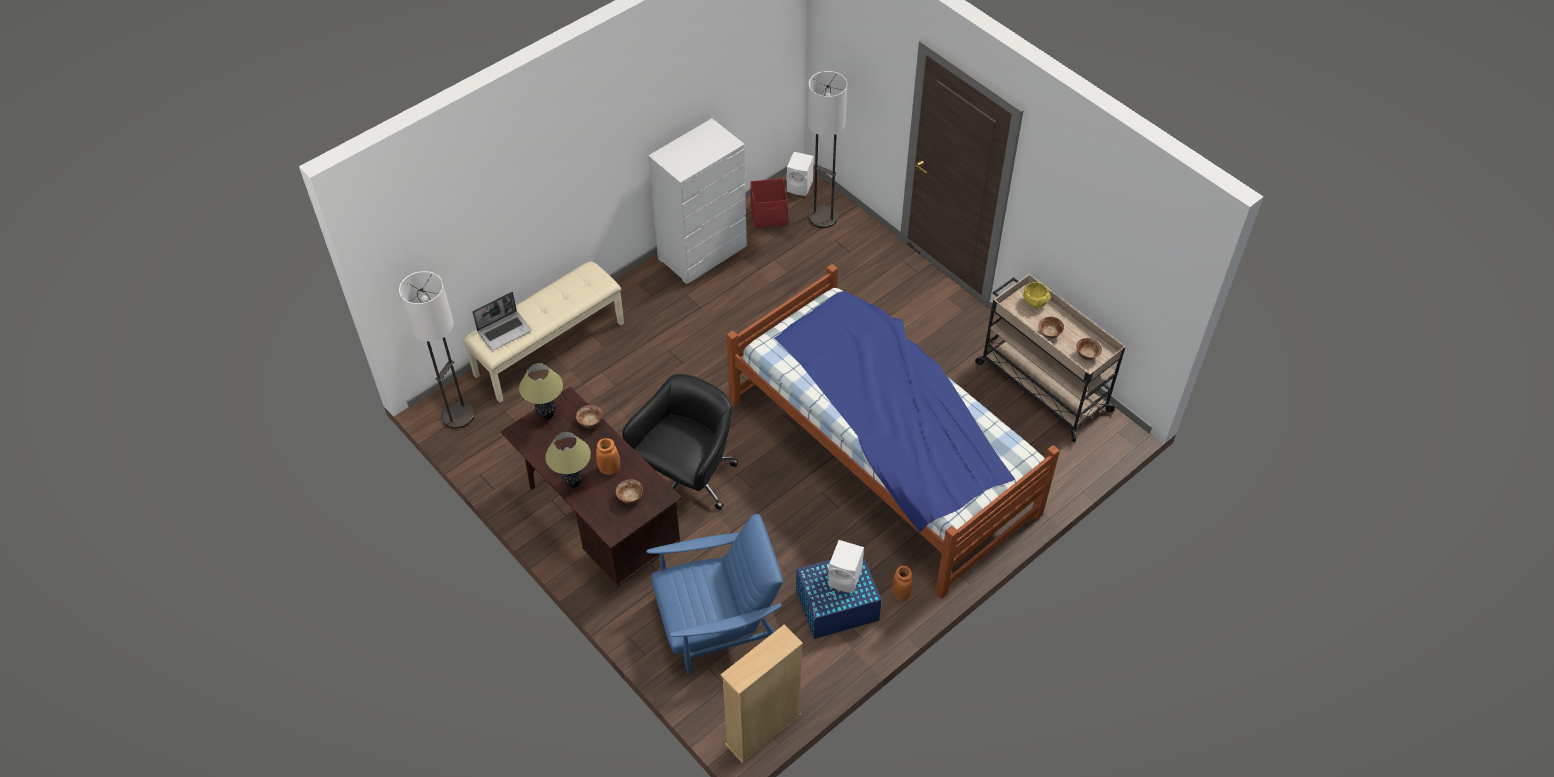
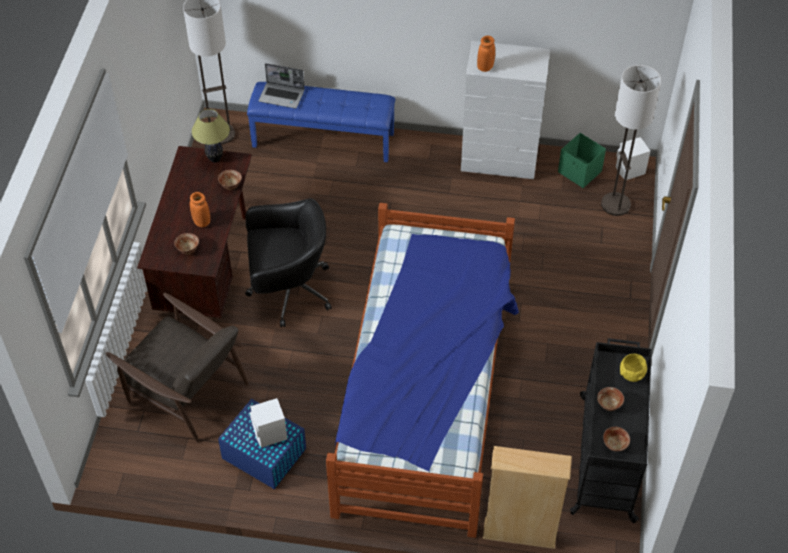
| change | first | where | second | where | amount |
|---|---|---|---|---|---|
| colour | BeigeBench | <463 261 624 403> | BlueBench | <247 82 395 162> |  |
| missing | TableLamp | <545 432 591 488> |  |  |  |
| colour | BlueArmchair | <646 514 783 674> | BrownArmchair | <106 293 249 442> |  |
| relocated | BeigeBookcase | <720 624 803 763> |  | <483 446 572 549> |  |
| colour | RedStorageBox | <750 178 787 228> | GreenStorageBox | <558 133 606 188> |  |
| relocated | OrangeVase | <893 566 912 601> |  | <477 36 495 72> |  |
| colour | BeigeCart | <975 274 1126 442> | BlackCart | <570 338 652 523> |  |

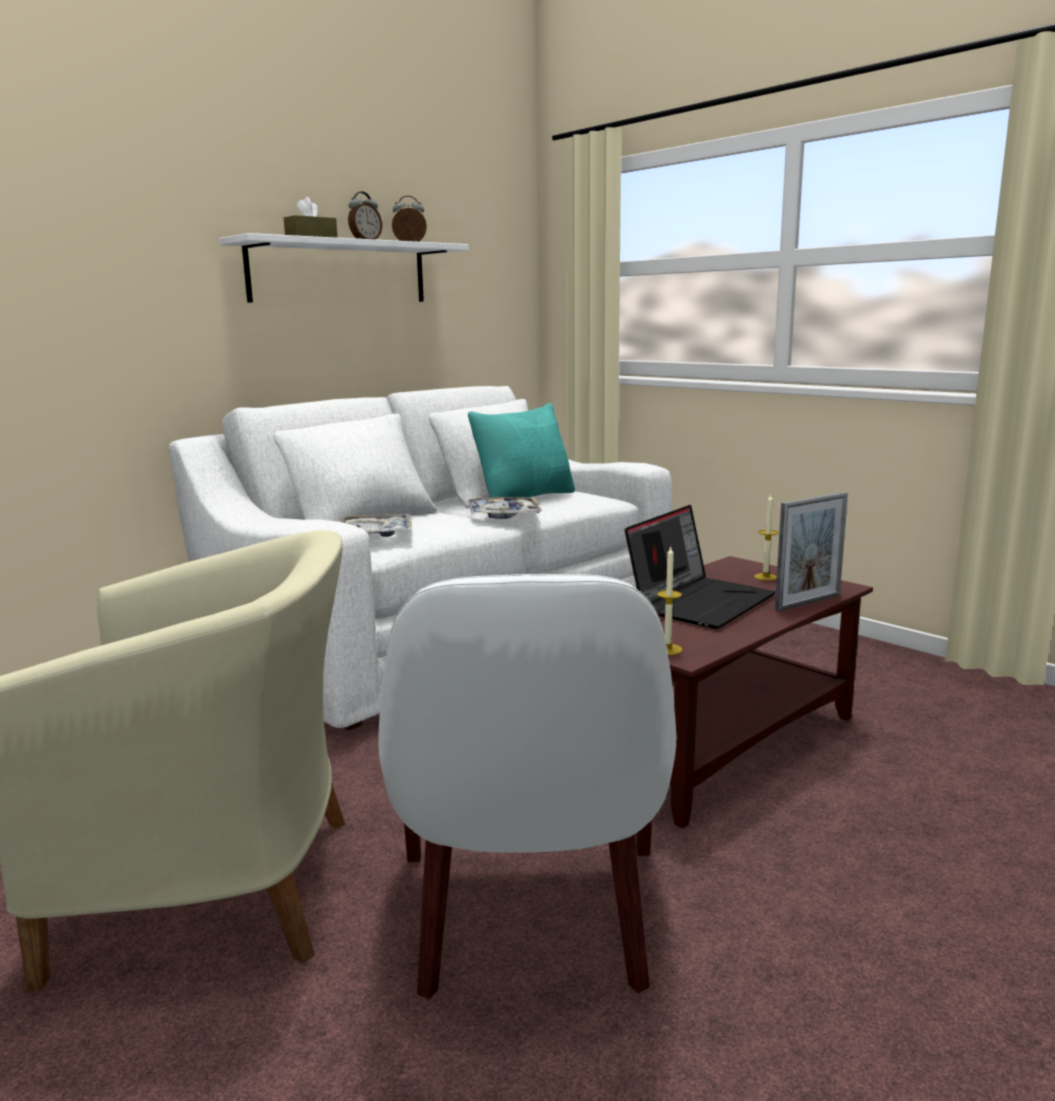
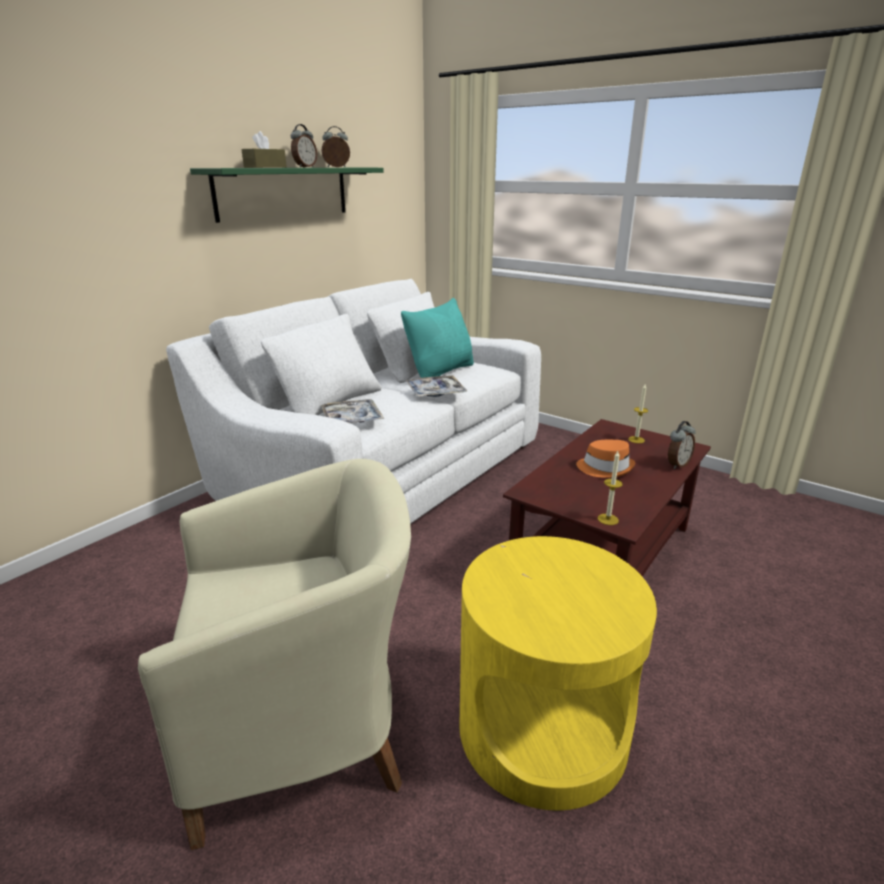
| change | first | where | second | where | amount |
|---|---|---|---|---|---|
| colour | WhiteShelf | <219 233 469 303> | GreenShelf | <190 168 384 223> |  |
| exchanged | WhiteArmchair | <378 574 676 999> | YellowSideTable | <459 536 657 811> |  |
| exchanged | Laptop | <625 505 776 629> | OrangeHat | <576 440 635 478> |  |
| exchanged | PictureFrame | <775 492 848 612> | AlarmClock | <668 421 696 469> |  |

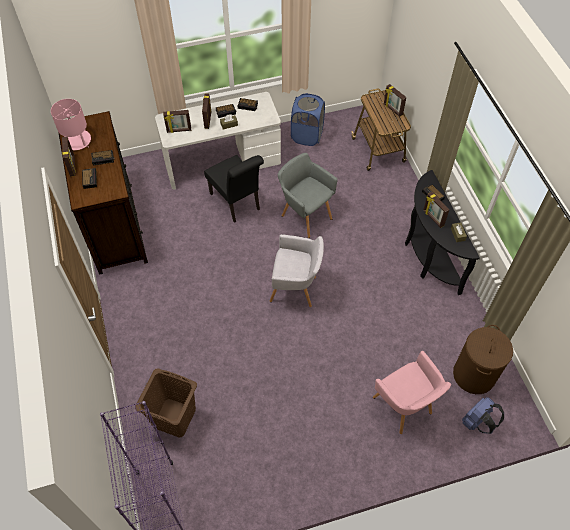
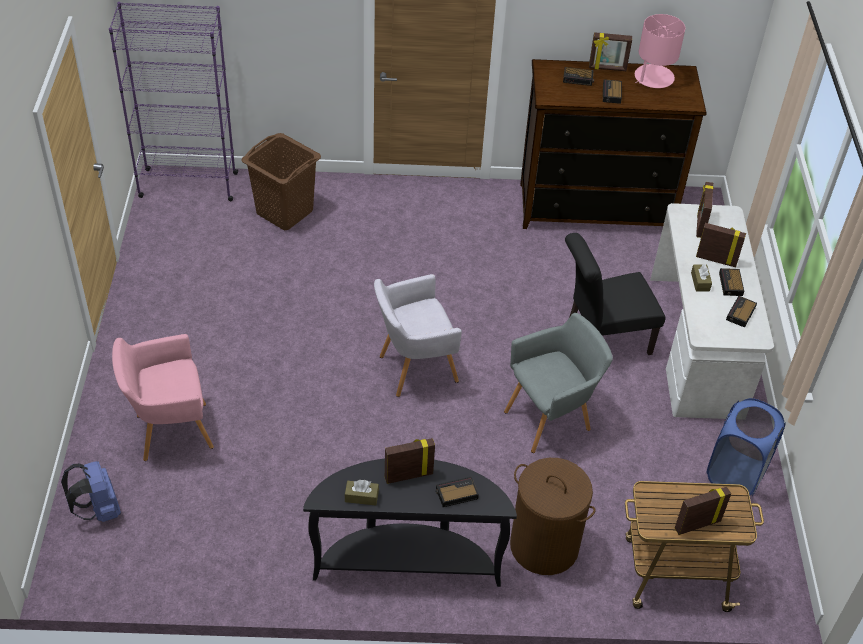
| change | first | where | second | where | amount |
|---|---|---|---|---|---|
| spun | GreyArmchair | <270 234 324 307> |  | <374 274 462 397> | 45 degrees clockwise |
| relocated | BrownLaundryBasket | <453 325 513 394> |  | <510 458 595 575> |  |

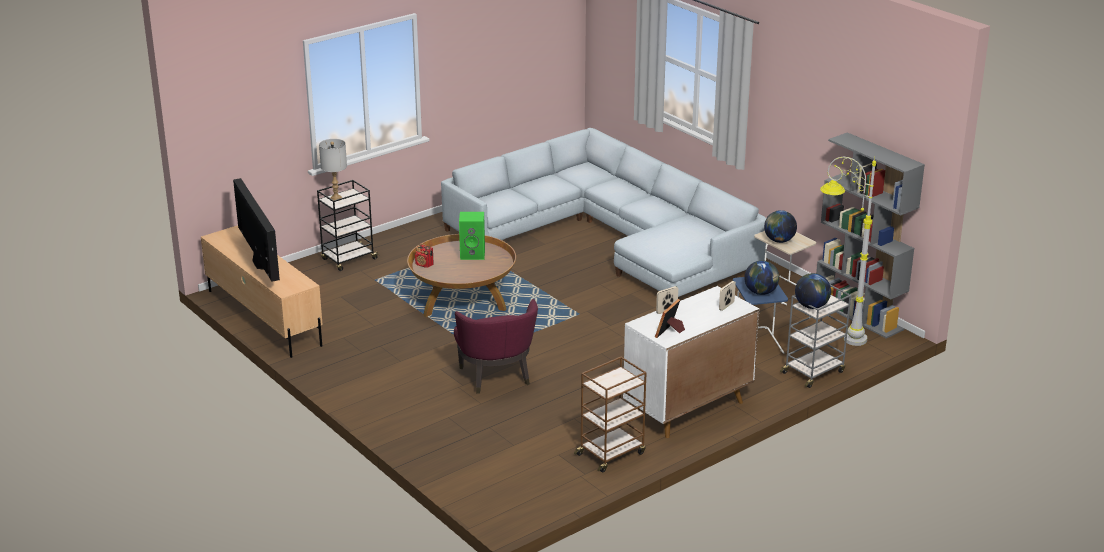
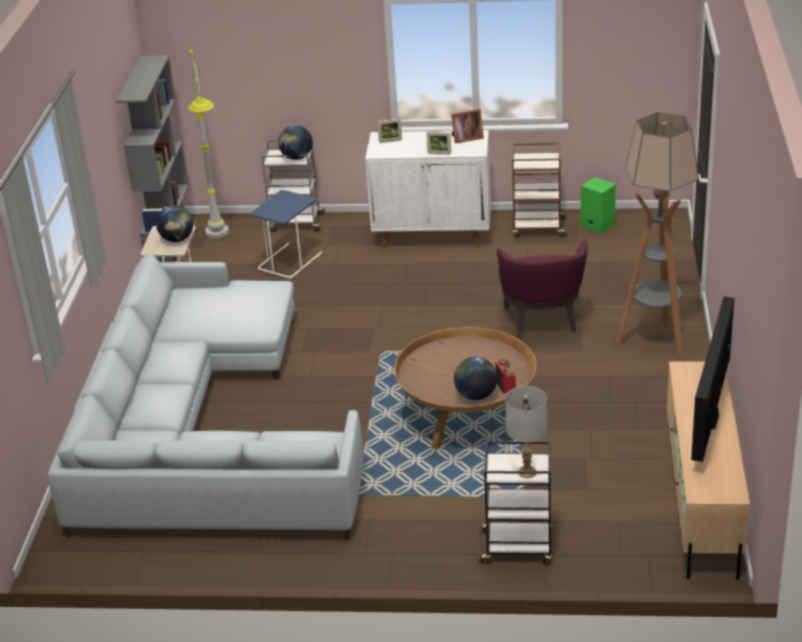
| change | first | where | second | where | amount |
|---|---|---|---|---|---|
| spun | PurpleArmchair | <454 299 538 394> |  | <497 240 588 338> | 150 degrees clockwise |
| relocated | GreenSpeaker | <459 212 485 260> |  | <581 177 616 234> |  |
| relocated | Globe | <744 260 779 295> |  | <454 357 497 400> |  |
| appeared |  |  | FloorLamp | <617 112 699 357> |  |

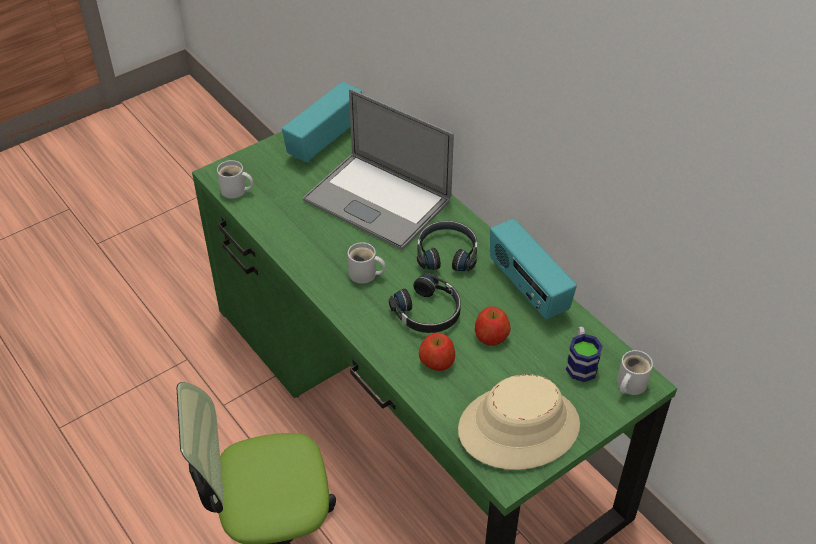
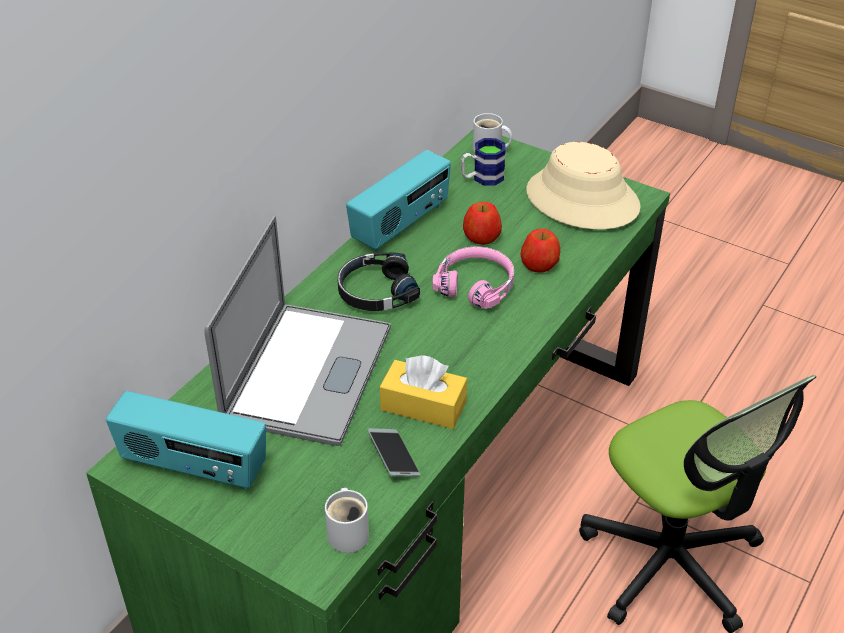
| change | first | where | second | where | amount |
|---|---|---|---|---|---|
| missing | WhiteMug | <348 242 386 284> |  |  |  |
| colour | BlackHeadphones | <389 273 461 333> | PinkHeadphones | <433 247 514 309> |  |
| appeared |  |  | Phone | <368 428 420 477> |  |
| appeared |  |  | YellowTissueBox | <380 355 467 429> |  |

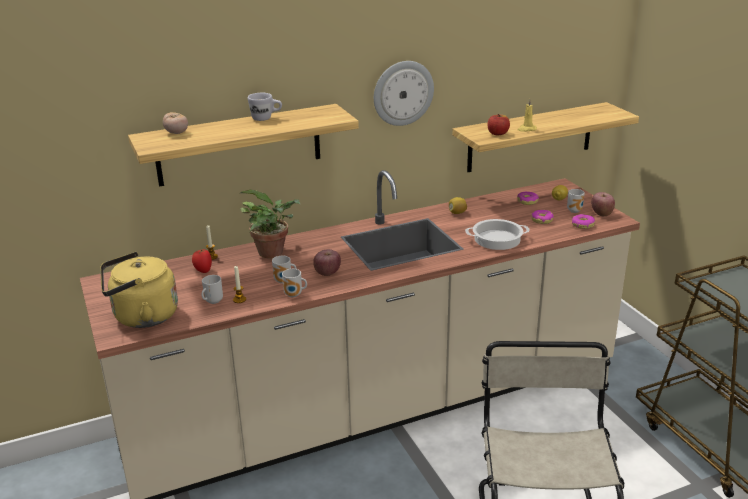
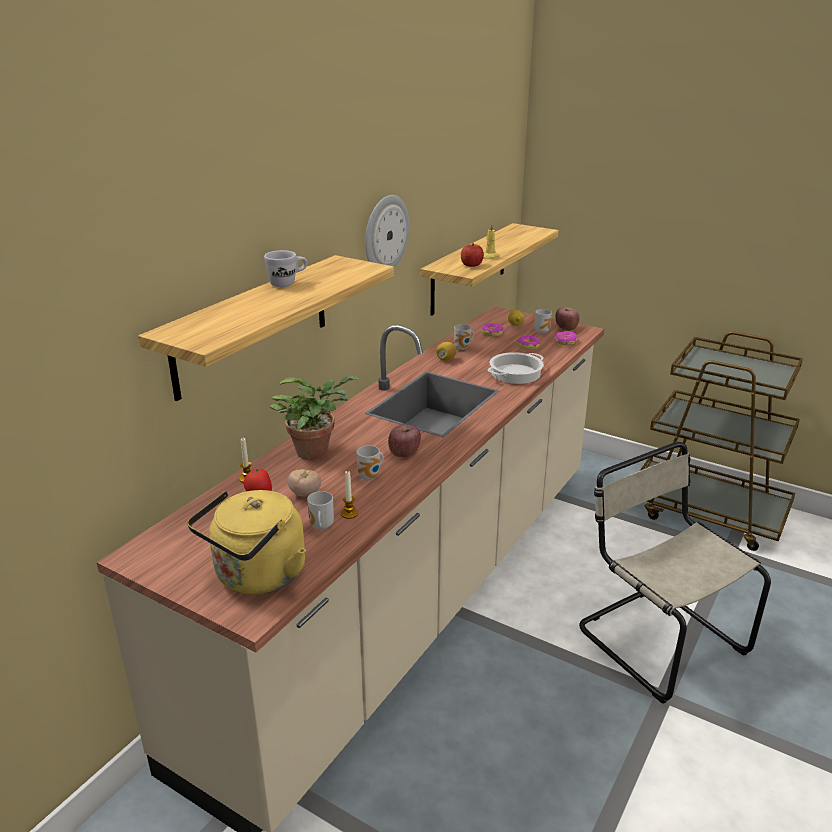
| change | first | where | second | where | amount |
|---|---|---|---|---|---|
| relocated | Tomato | <163 112 188 134> |  | <287 469 321 497> |  |
| relocated | Mug | <282 269 307 297> |  | <454 324 474 350> |  |

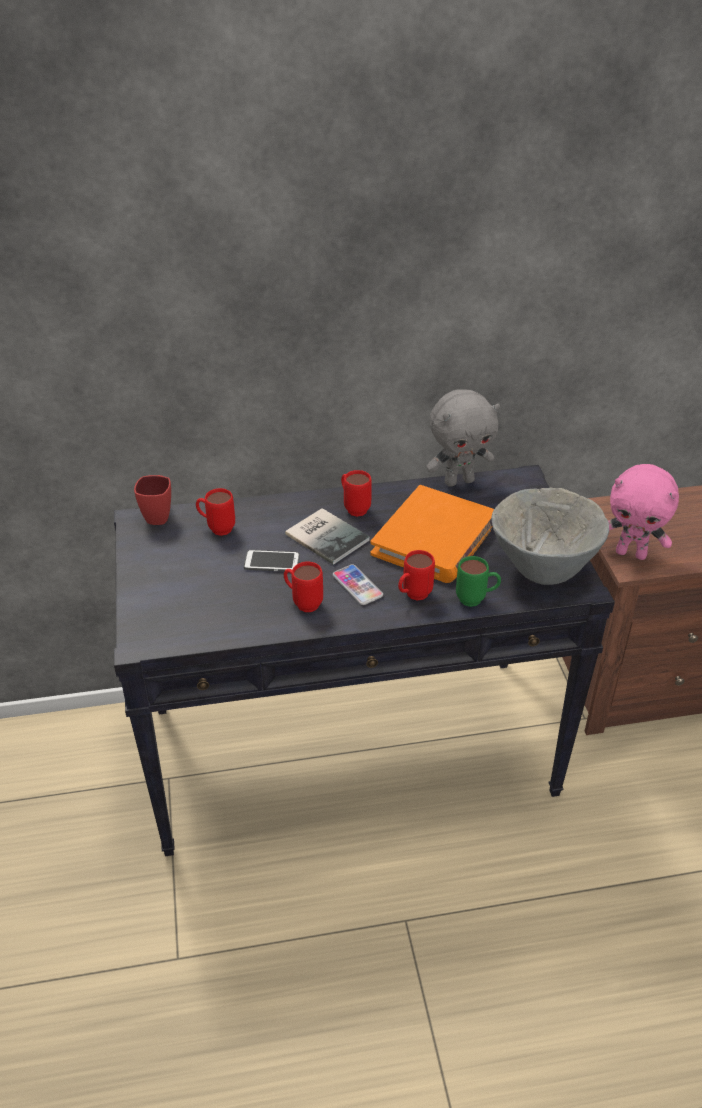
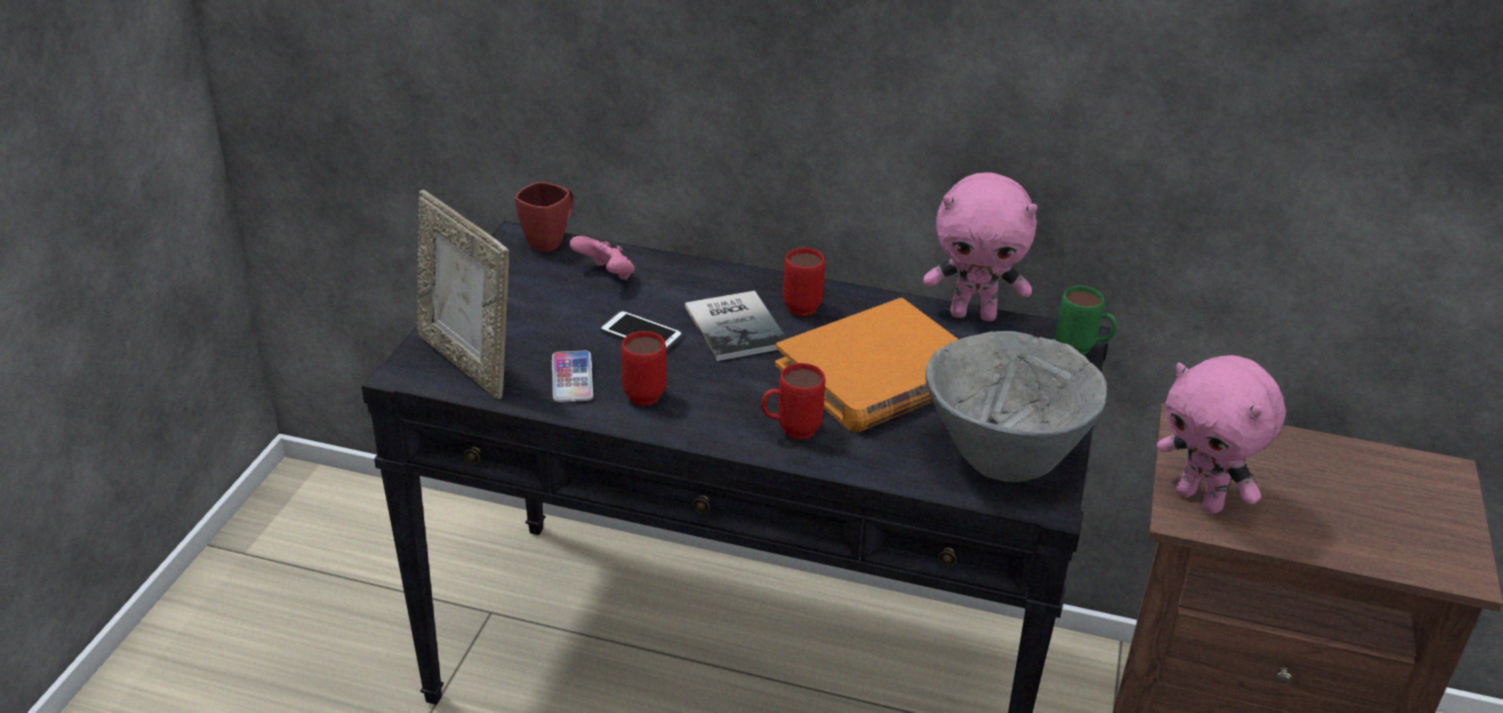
| change | first | where | second | where | amount |
|---|---|---|---|---|---|
| exchanged | RedMug | <196 488 235 536> | PinkGameController | <570 236 635 280> |  |
| relocated | Phone | <333 564 383 605> |  | <552 351 593 402> |  |
| colour | GreyPlushToy | <426 389 500 487> | PinkPlushToy | <923 172 1038 321> |  |
| relocated | GreenMug | <456 556 501 607> |  | <1055 286 1117 355> |  |
| appeared |  |  | PictureFrame | <417 190 510 399> |  |

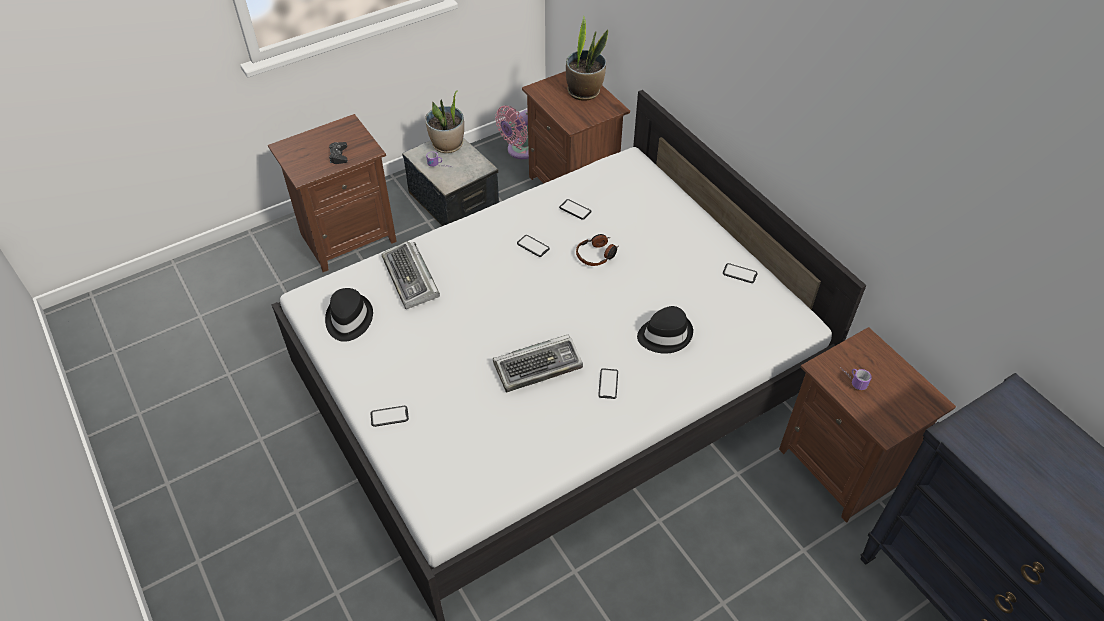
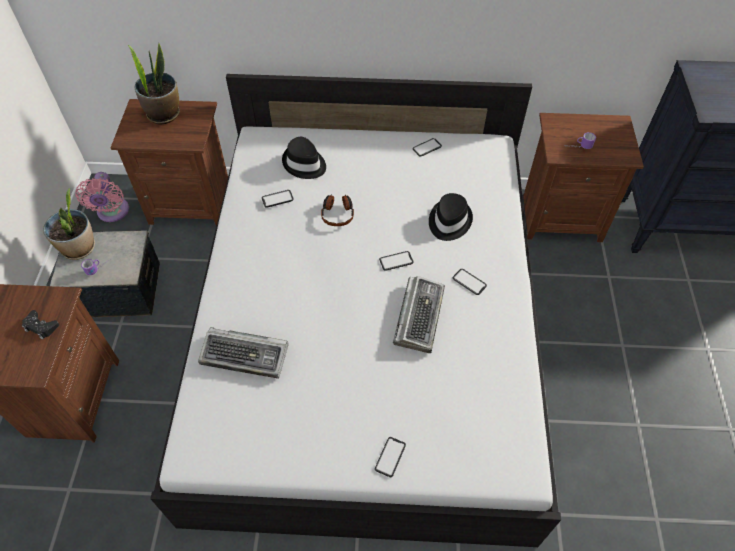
| change | first | where | second | where | amount |
|---|---|---|---|---|---|
| relocated | BlackHat | <325 288 373 342> |  | <282 137 326 179> |  |
| relocated | Phone | <517 235 550 257> |  | <379 251 414 271> |  |

